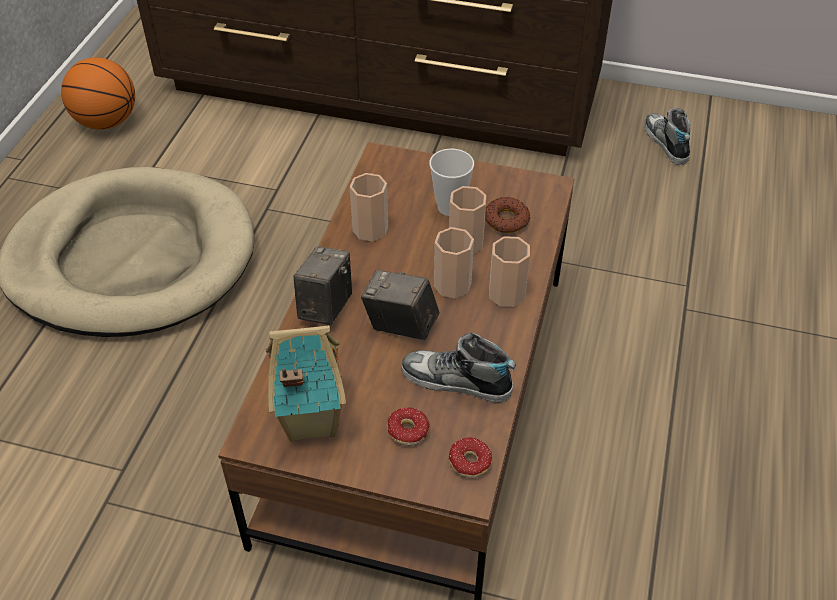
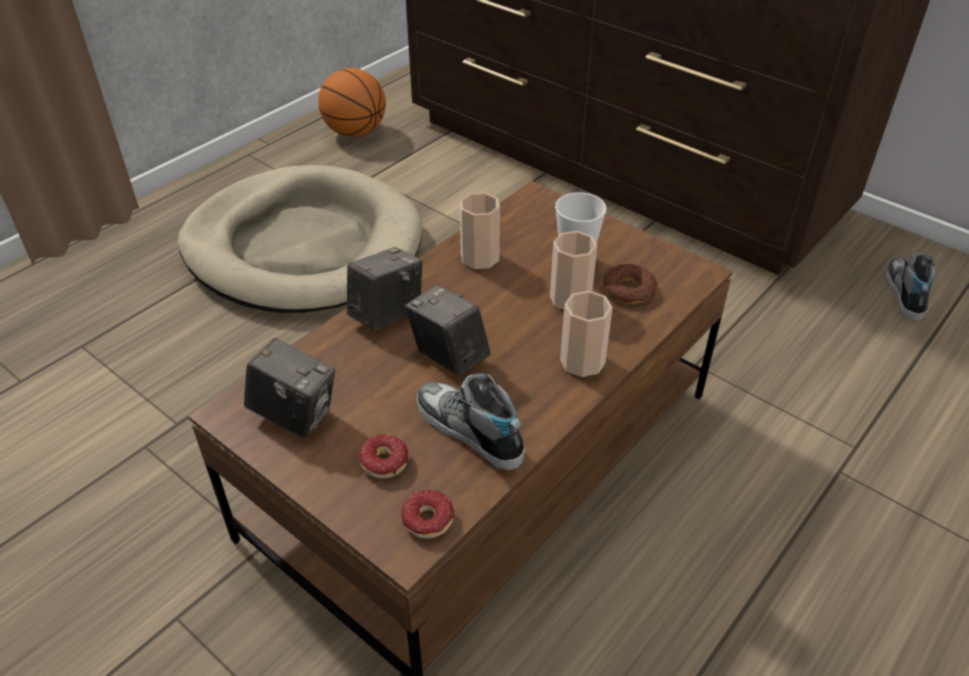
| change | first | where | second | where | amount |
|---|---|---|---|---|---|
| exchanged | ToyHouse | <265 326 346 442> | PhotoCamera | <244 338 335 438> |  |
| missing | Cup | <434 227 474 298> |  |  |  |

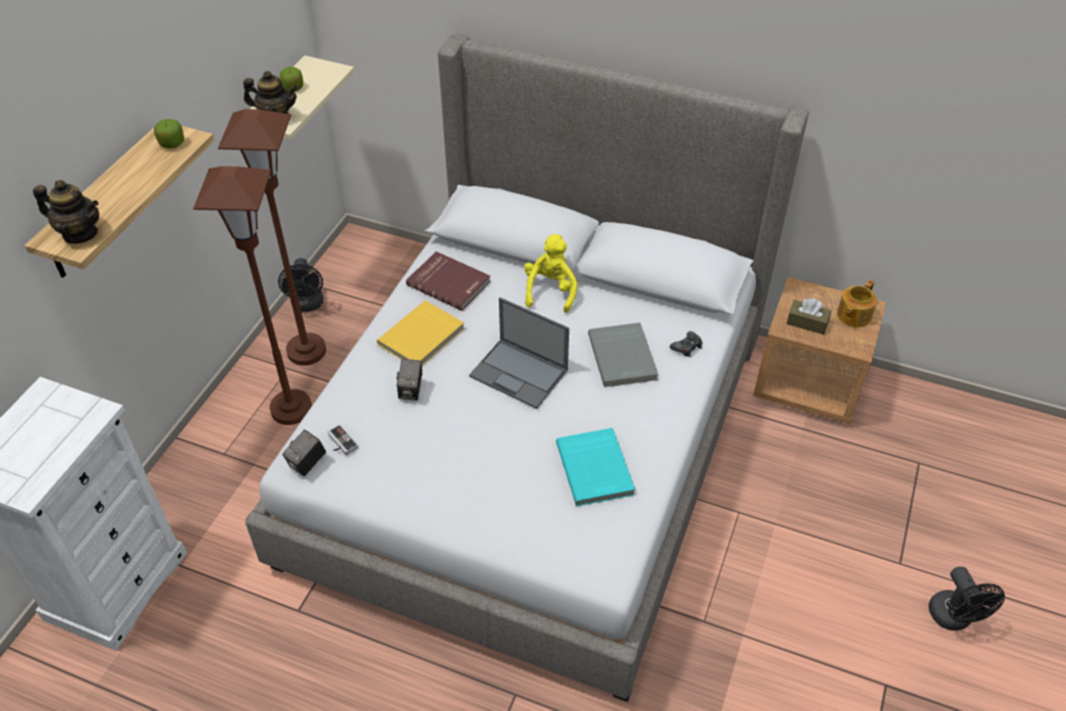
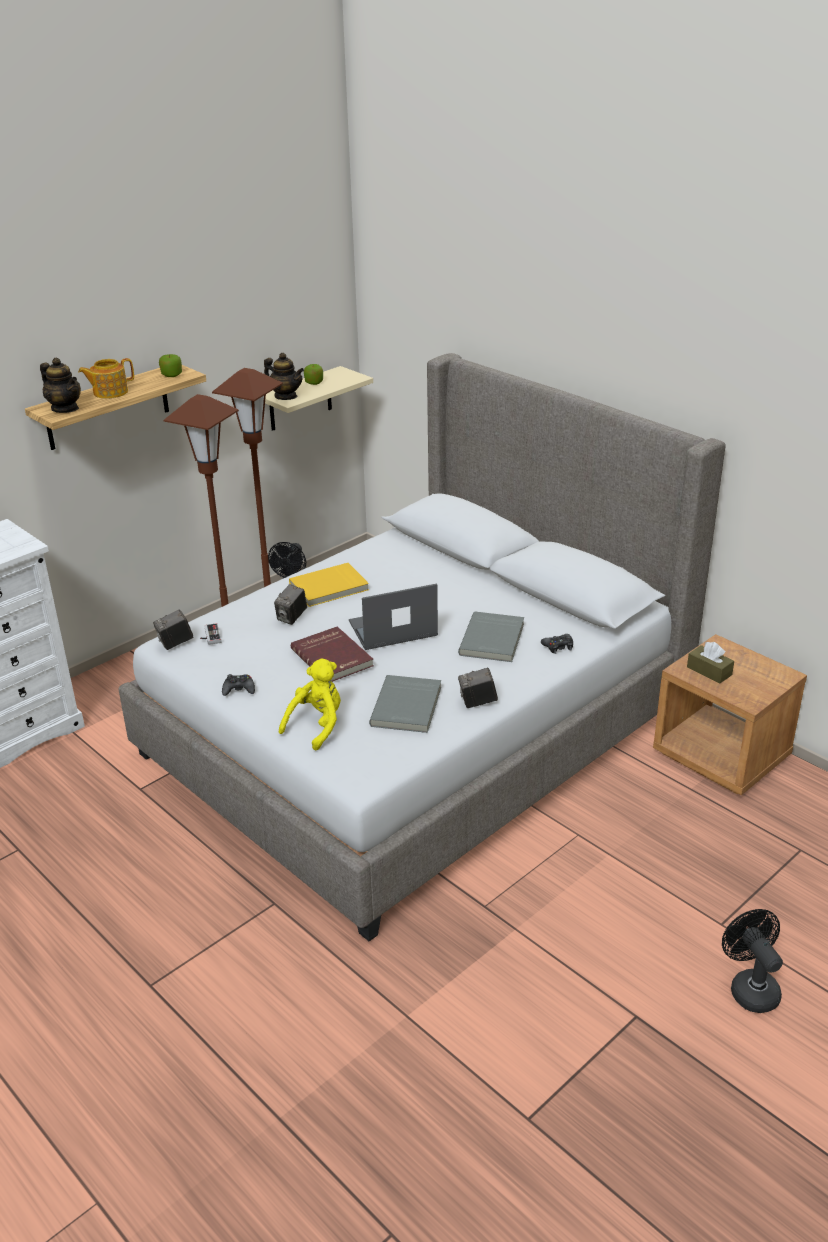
| change | first | where | second | where | amount |
|---|---|---|---|---|---|
| relocated | RedBook | <406 251 491 311> |  | <291 626 374 682> |  |
| spun | Laptop | <469 297 569 409> |  | <349 584 438 650> | 105 degrees clockwise |
| relocated | YellowPlushToy | <524 234 577 313> |  | <279 659 341 750> |  |
| colour | TurquoiseBook | <556 428 635 506> | GreyBook | <369 675 441 733> |  |
| relocated | Teapot | <837 280 877 327> |  | <78 358 134 399> |  |
| spun | BlackFan | <929 566 1005 631> |  | <722 909 783 1013> | 150 degrees clockwise |
| appeared |  |  | BlackGameController | <222 674 255 696> |  |
| appeared |  |  | PhotoCamera | <458 668 498 708> |  |

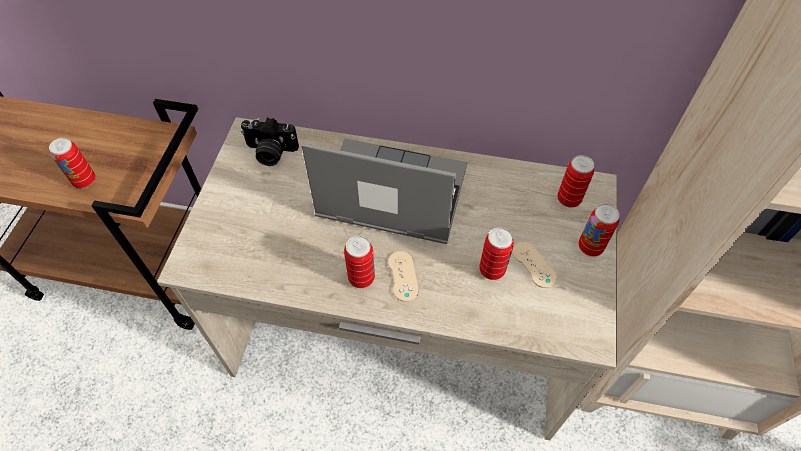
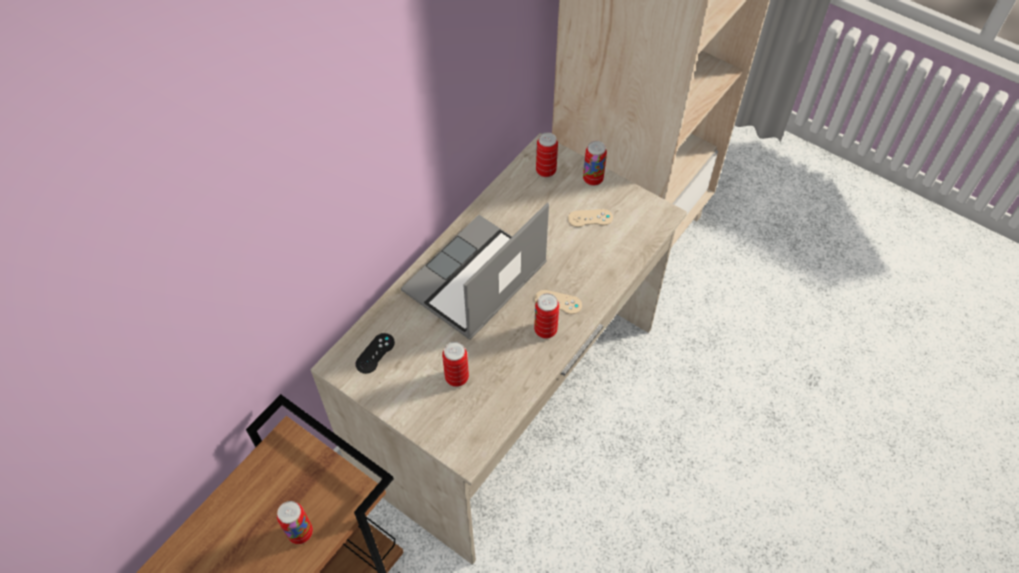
| change | first | where | second | where | amount |
|---|---|---|---|---|---|
| exchanged | PhotoCamera | <241 117 299 166> | BlackGameController | <355 333 395 374> |  |
| relocated | Can | <479 227 514 280> |  | <442 342 469 387> |  |

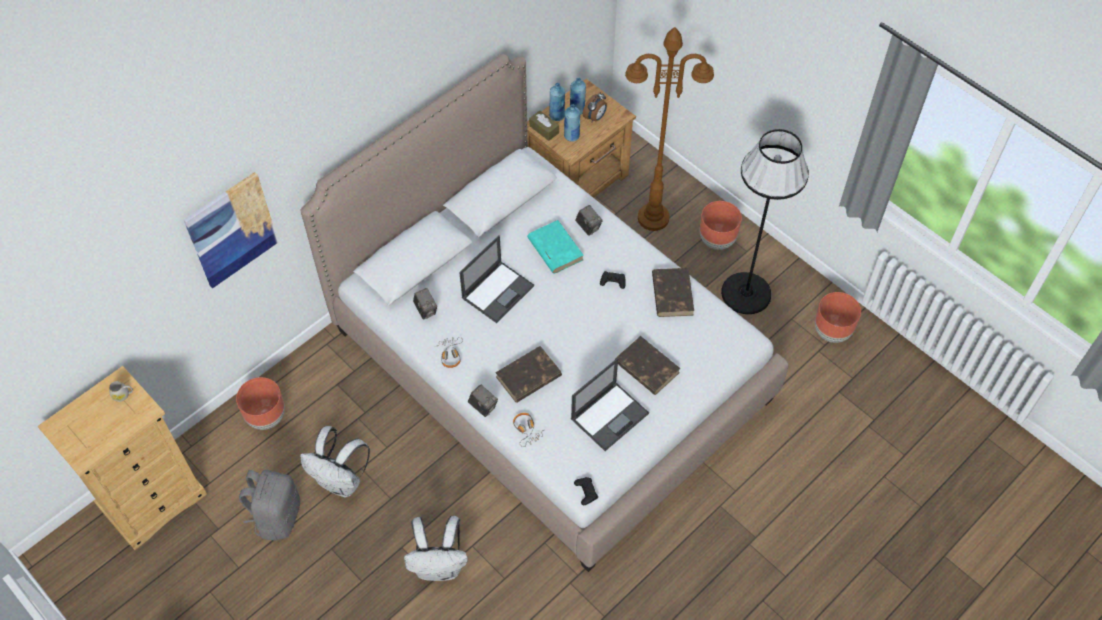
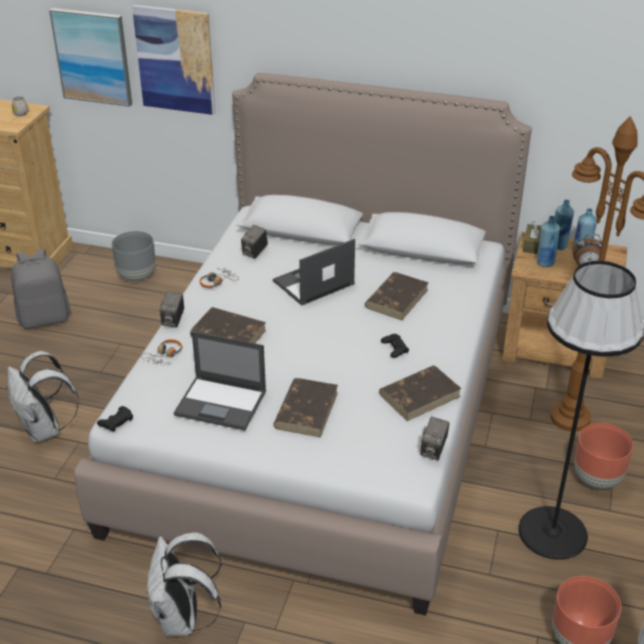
| change | first | where | second | where | amount |
|---|---|---|---|---|---|
| colour | BrownPlanter | <236 377 285 430> | GreyPlanter | <112 231 156 281> |  |
| relocated | WhiteBackpack | <300 426 370 498> |  | <146 532 222 636> |  |
| spun | Laptop | <459 235 534 323> |  | <273 239 355 306> | 135 degrees clockwise |
| colour | TurquoiseBook | <527 220 584 274> | BrownBook | <365 272 429 320> |  |
| relocated | PhotoCamera | <575 205 603 236> |  | <420 417 449 460> |  |
| appeared |  |  | Picture | <49 8 132 107> |  |

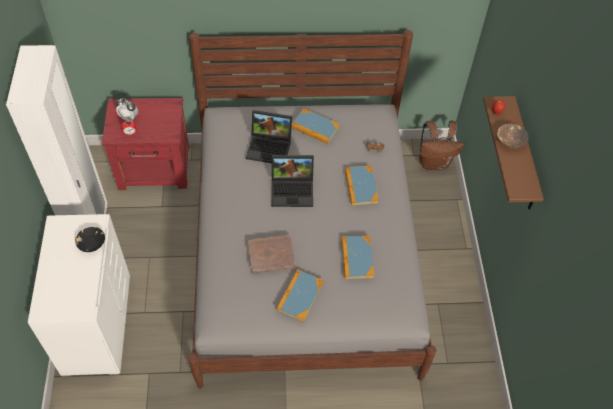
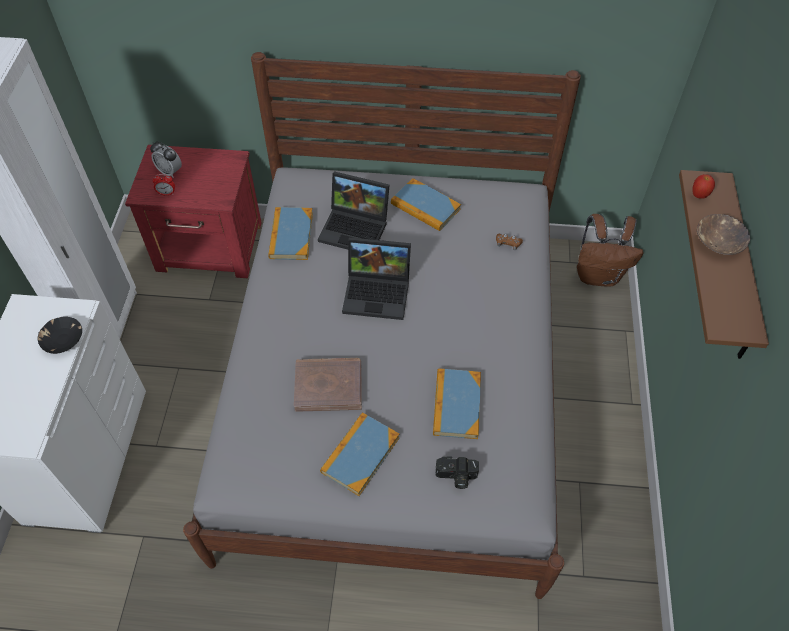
| change | first | where | second | where | amount |
|---|---|---|---|---|---|
| relocated | Book | <345 166 379 206> |  | <268 207 313 260> |  |
| appeared |  |  | PhotoCamera | <435 456 479 489> |  |

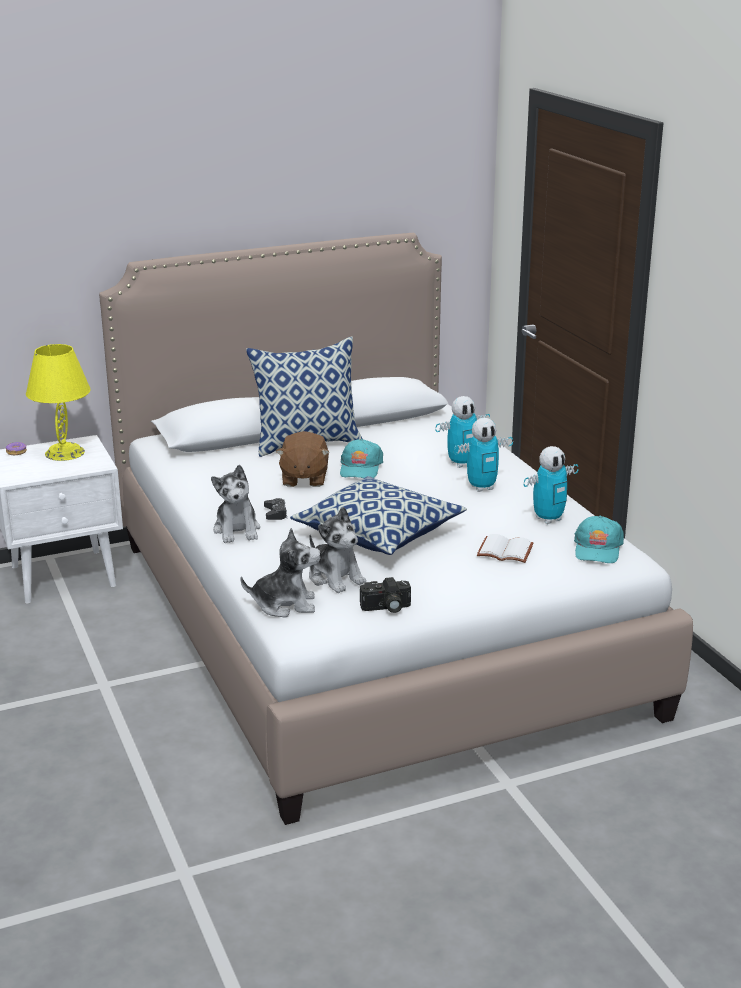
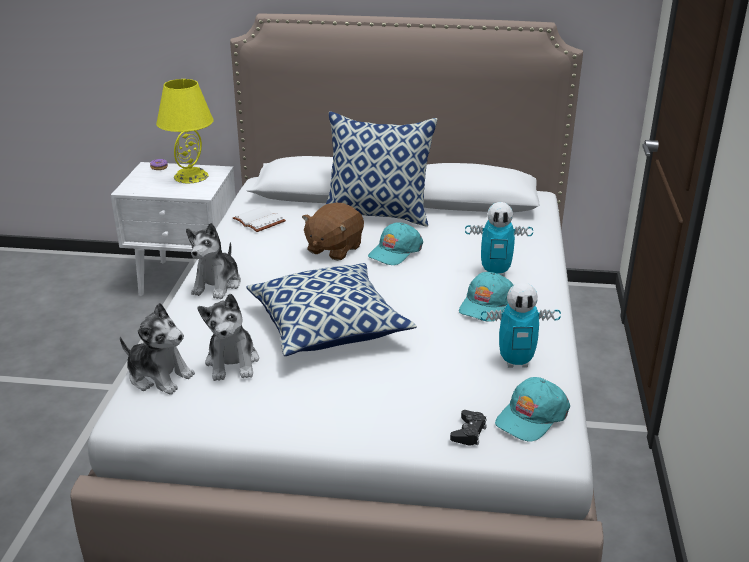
| change | first | where | second | where | amount |
|---|---|---|---|---|---|
| relocated | BlackGameController | <264 498 287 520> |  | <450 410 487 445> |  |
| missing | PhotoCamera | <360 577 411 613> |  |  |  |
| exchanged | ToyRobot | <454 418 513 492> | TurquoiseCap | <459 272 513 322> |  |
| relocated | WhiteBook | <477 534 533 563> |  | <233 206 286 232> |  |

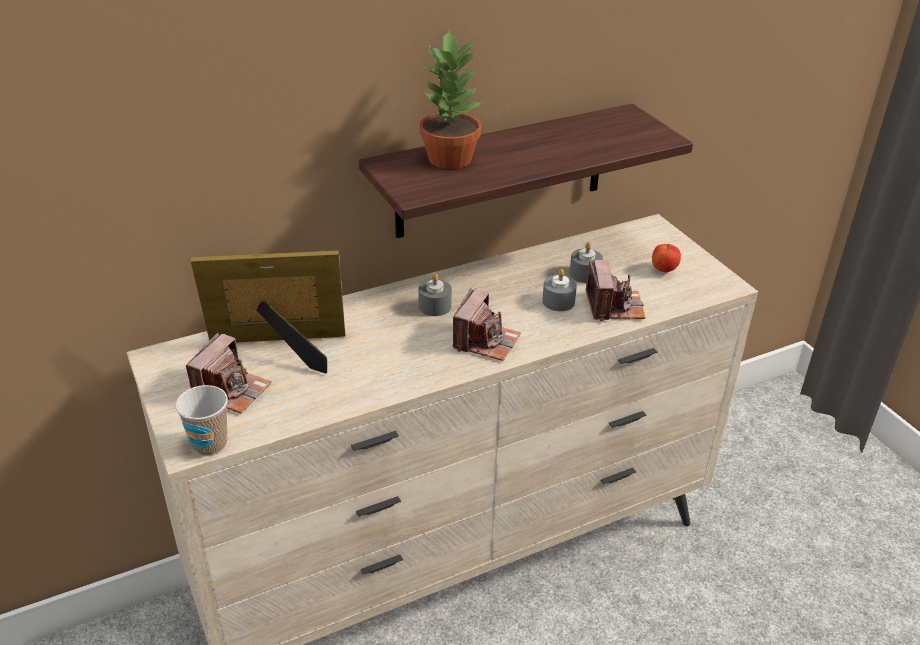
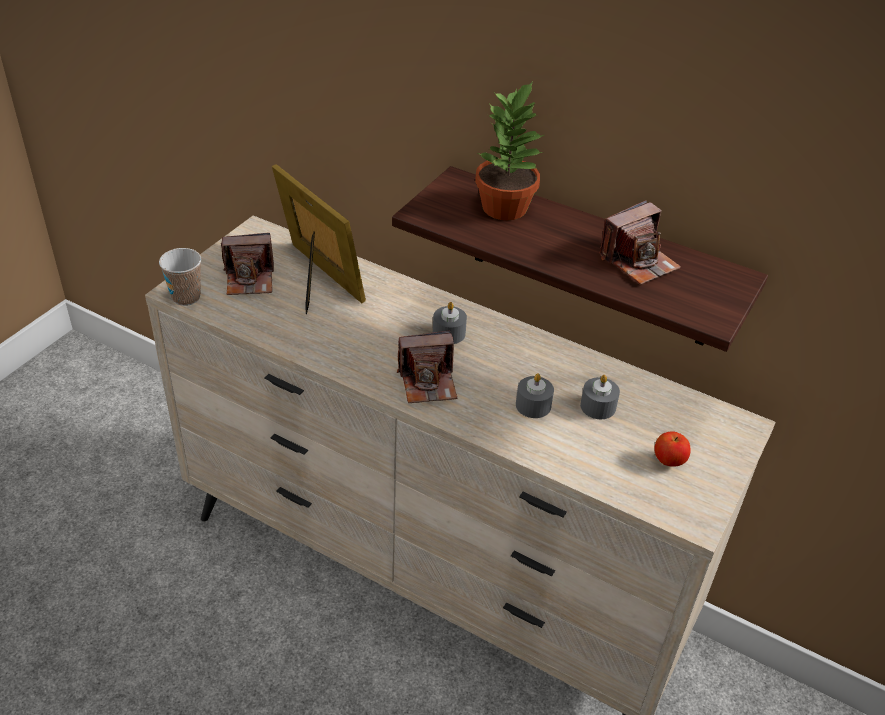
| change | first | where | second | where | amount |
|---|---|---|---|---|---|
| relocated | PhotoCamera | <586 260 645 322> |  | <599 200 681 285> |  |

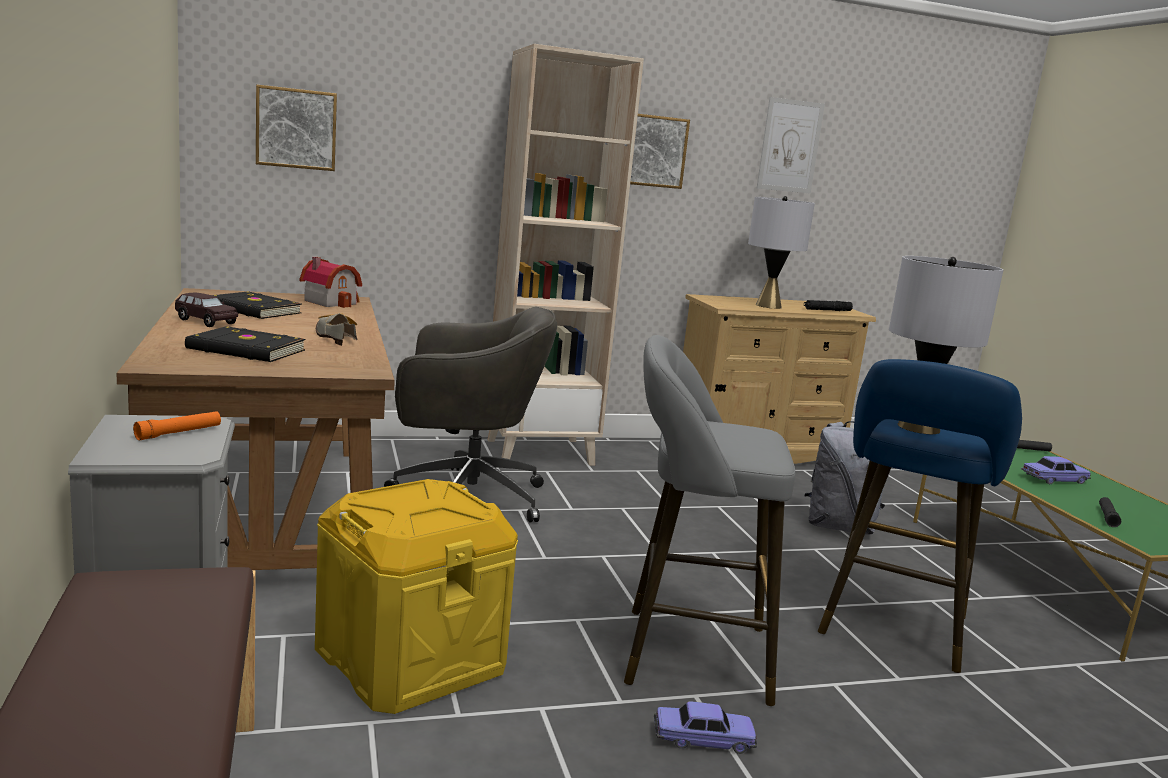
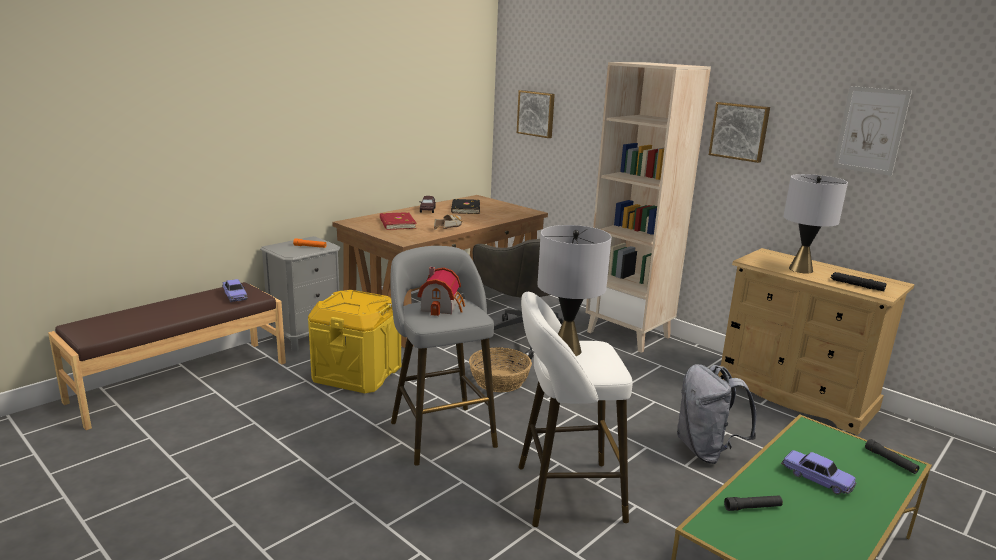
| change | first | where | second | where | amount |
|---|---|---|---|---|---|
| colour | BlackBook | <185 326 305 362> | RedBook | <380 212 416 230> |  |
| relocated | ToyHouse | <300 257 362 308> |  | <417 267 465 316> |  |
| relocated | ToyCar | <654 701 757 754> |  | <222 279 248 302> |  |
| colour | BlueStool | <818 359 1022 673> | WhiteStool | <518 291 632 527> |  |
| appeared |  |  | Basket | <469 347 532 392> |  |

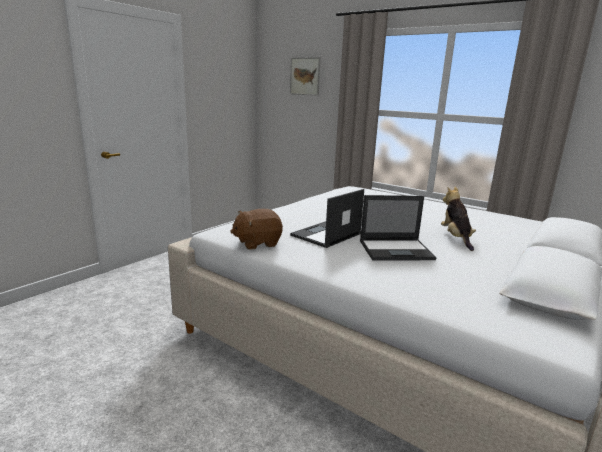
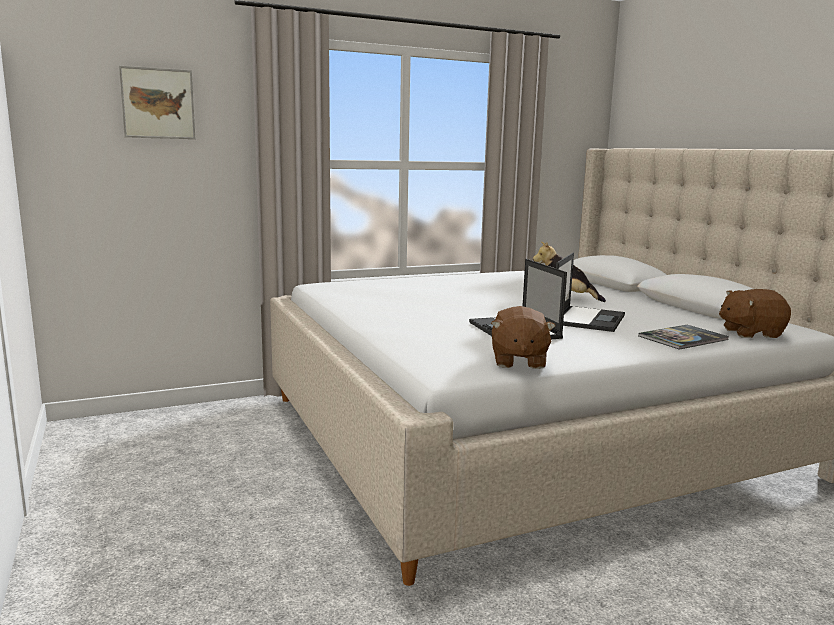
| change | first | where | second | where | amount |
|---|---|---|---|---|---|
| appeared |  |  | Book | <638 325 729 350> |  |
| appeared |  |  | BrownPlushToy | <719 289 791 338> |  |

